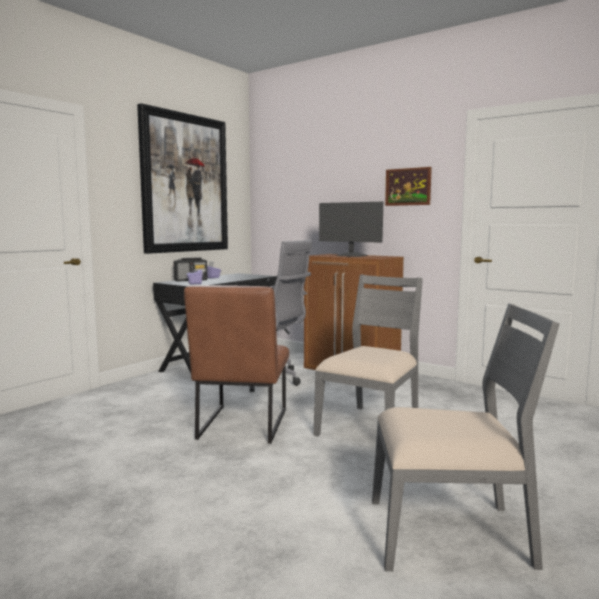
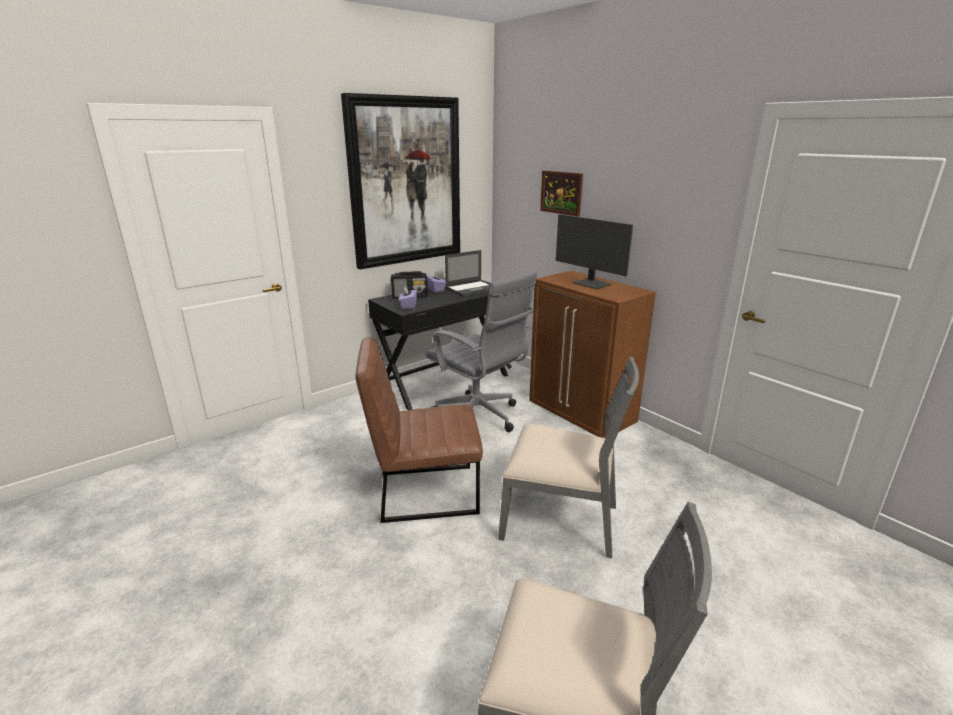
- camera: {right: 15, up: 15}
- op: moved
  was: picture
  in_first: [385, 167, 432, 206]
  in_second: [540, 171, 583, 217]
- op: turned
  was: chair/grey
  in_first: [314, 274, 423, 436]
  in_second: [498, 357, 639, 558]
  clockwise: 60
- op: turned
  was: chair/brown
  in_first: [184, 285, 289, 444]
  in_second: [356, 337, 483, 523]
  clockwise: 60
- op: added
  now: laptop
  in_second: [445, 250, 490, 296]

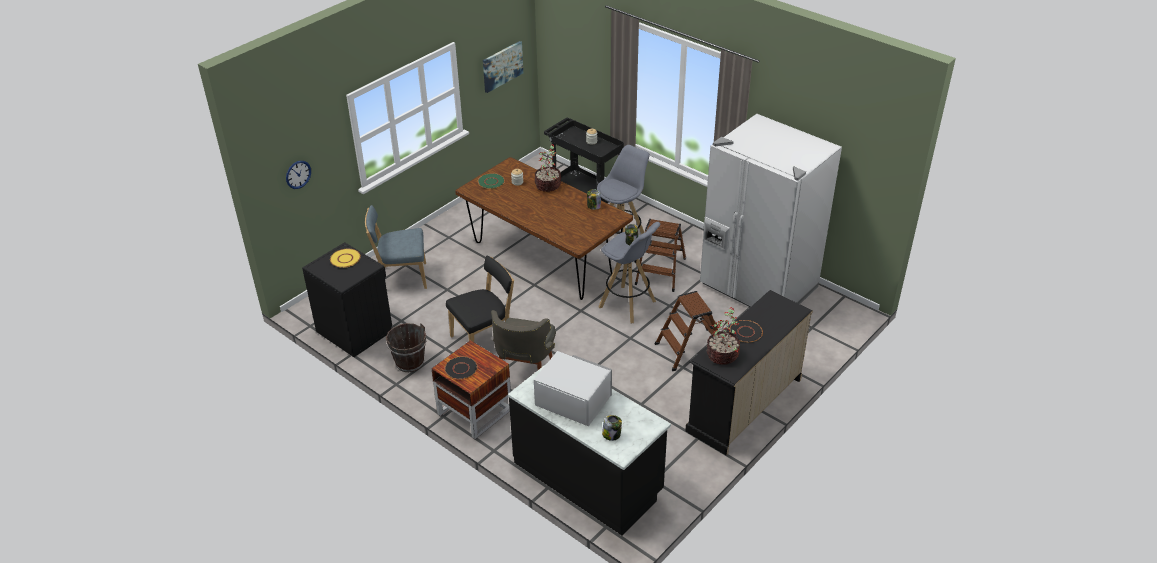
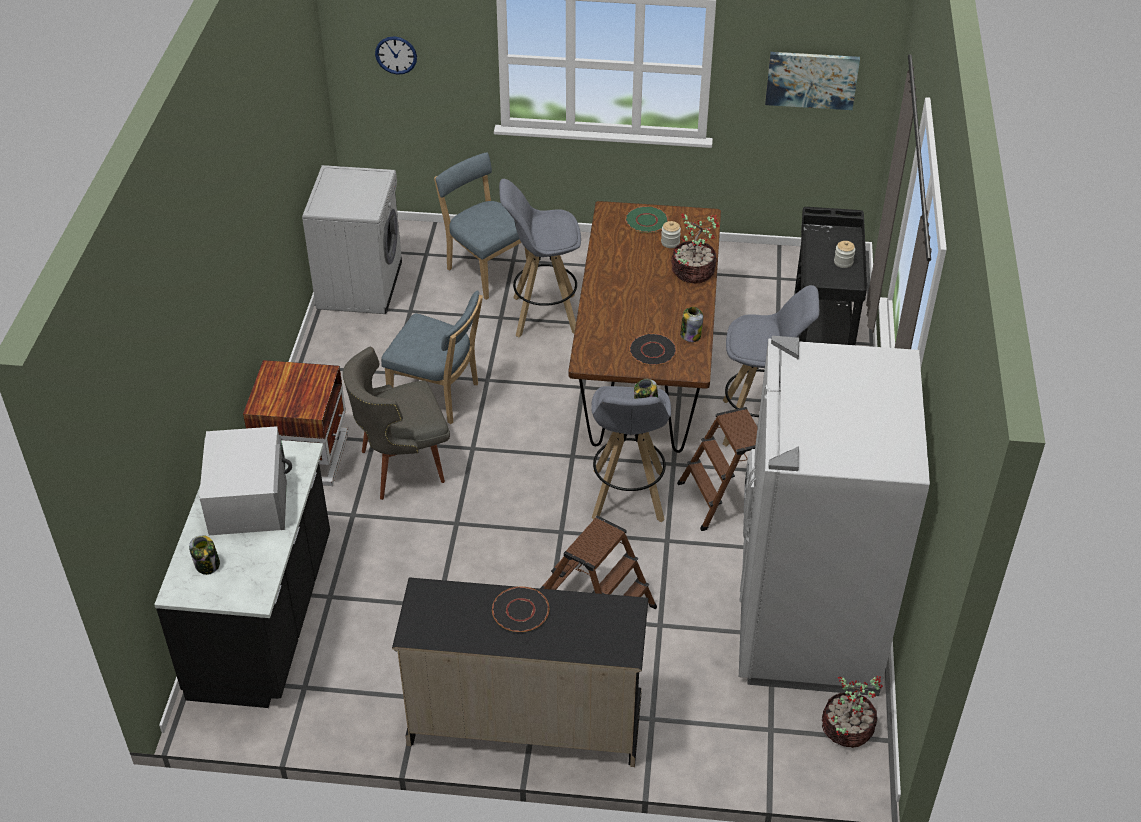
- camera: {right: 55, up: 5}
- op: recoloured
  was: washing machine/black
  now: washing machine/white
  in_first: [302, 242, 393, 357]
  in_second: [302, 165, 402, 314]
- op: removed
  was: plate/yellow
  in_first: [330, 249, 361, 268]
- op: recoloured
  was: chair/black
  now: chair/blue
  in_first: [446, 256, 514, 342]
  in_second: [381, 290, 483, 424]
- op: moved
  was: potted plant
  in_first: [707, 307, 740, 365]
  in_second: [822, 676, 883, 748]
- op: removed
  was: bucket/brown
  in_first: [386, 323, 426, 372]
- op: moved
  was: plate/black
  in_first: [444, 356, 478, 379]
  in_second: [629, 333, 677, 366]
- op: added
  now: stool/grey
  in_second: [499, 179, 581, 337]

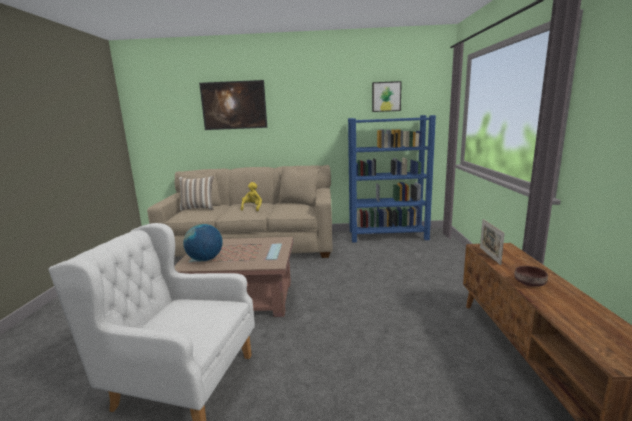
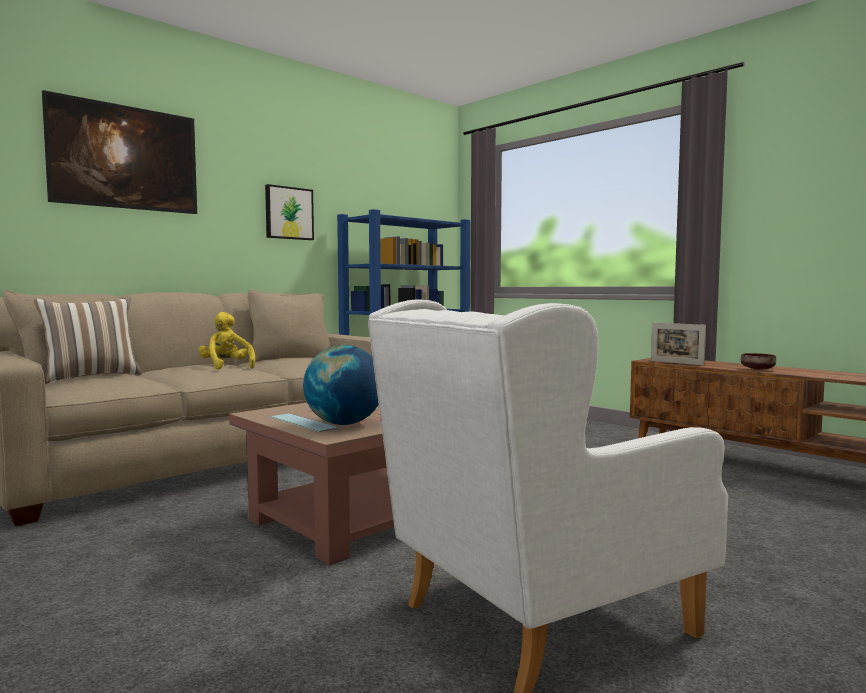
- camera: {right: -45, up: -10}
- op: moved
  was: picture
  in_first: [372, 81, 402, 112]
  in_second: [265, 184, 314, 240]

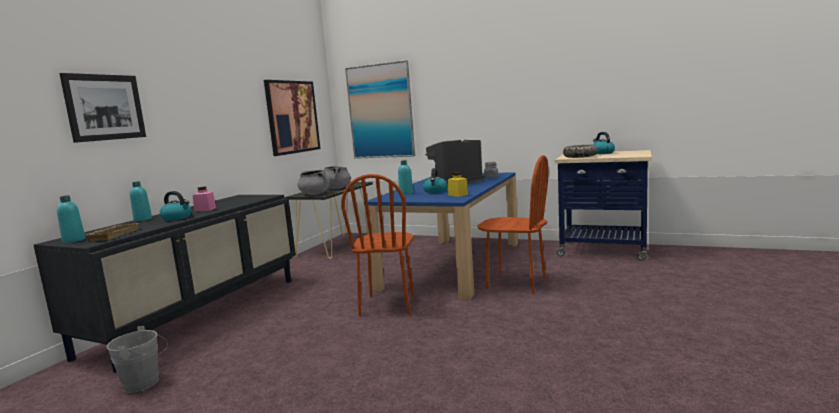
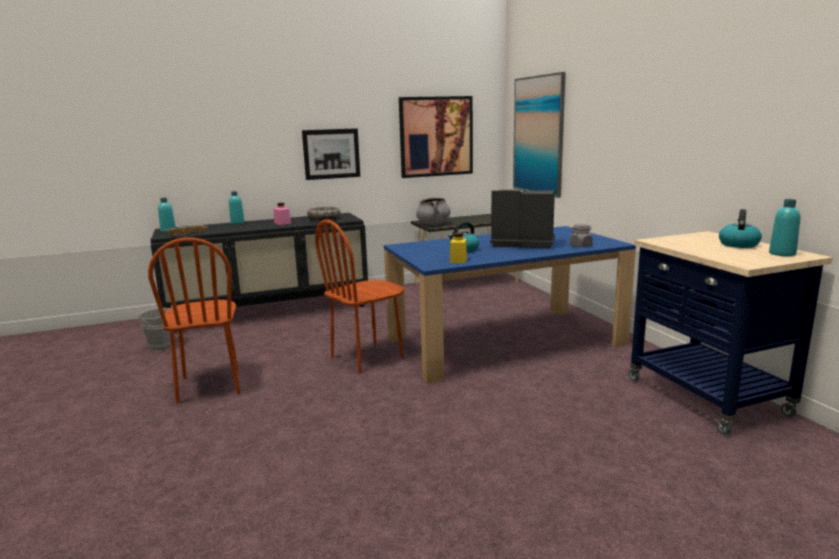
- camera: {right: 45, up: 5}
- op: moved
  was: picture
  in_first: [59, 73, 146, 143]
  in_second: [302, 128, 360, 180]
- op: moved
  was: bowl
  in_first: [563, 145, 598, 158]
  in_second: [307, 207, 340, 221]
- op: moved
  was: chair/brown
  in_first: [477, 155, 549, 294]
  in_second: [148, 237, 241, 404]
- op: moved
  was: bottle/turquoise
  in_first: [398, 160, 413, 195]
  in_second: [769, 199, 801, 256]
- op: removed
  was: cooking pot/grey
  in_first: [324, 165, 351, 189]
- op: removed
  was: kettle
  in_first: [160, 191, 192, 221]

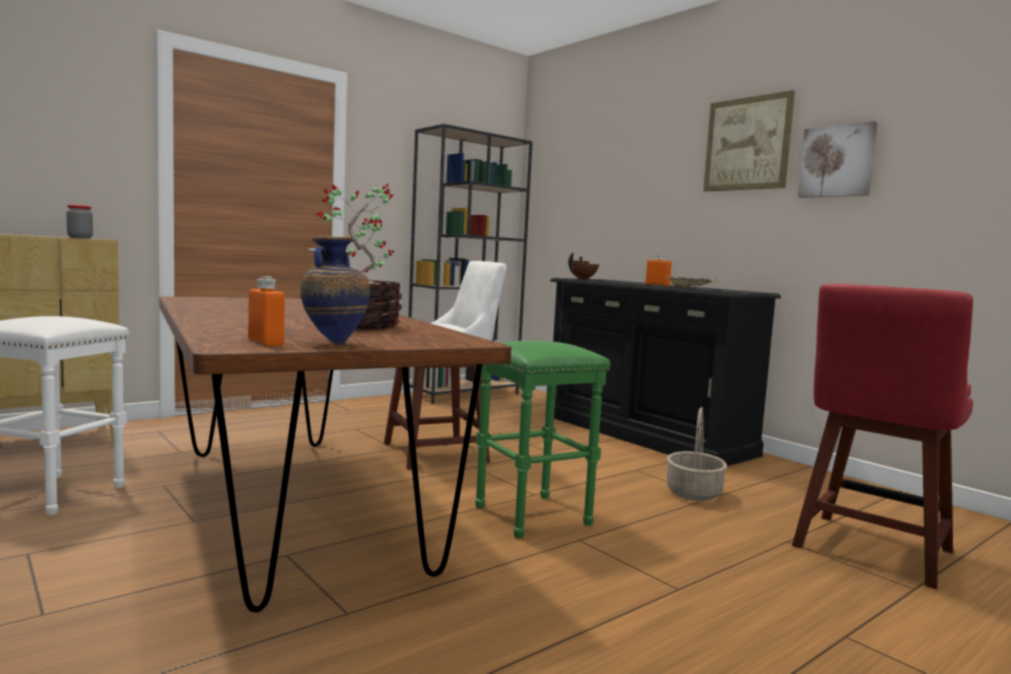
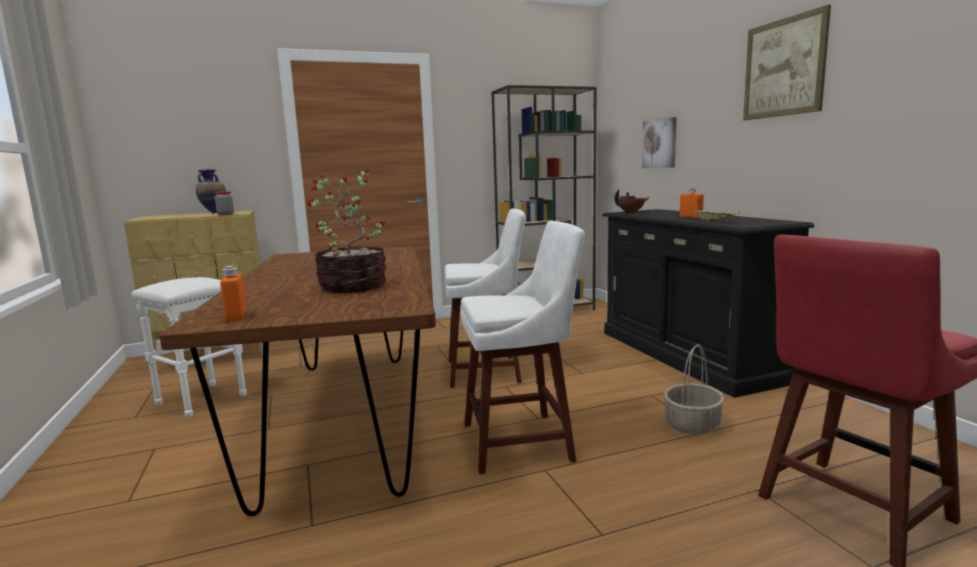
- camera: {right: 20, up: 5}
- op: moved
  was: picture
  in_first: [798, 121, 878, 198]
  in_second: [642, 117, 677, 168]
- op: moved
  was: vase
  in_first: [300, 236, 370, 345]
  in_second: [196, 169, 226, 213]
- op: replaced
  was: stool/green
  now: chair/white
  in_first: [475, 340, 610, 539]
  in_second: [461, 221, 585, 474]

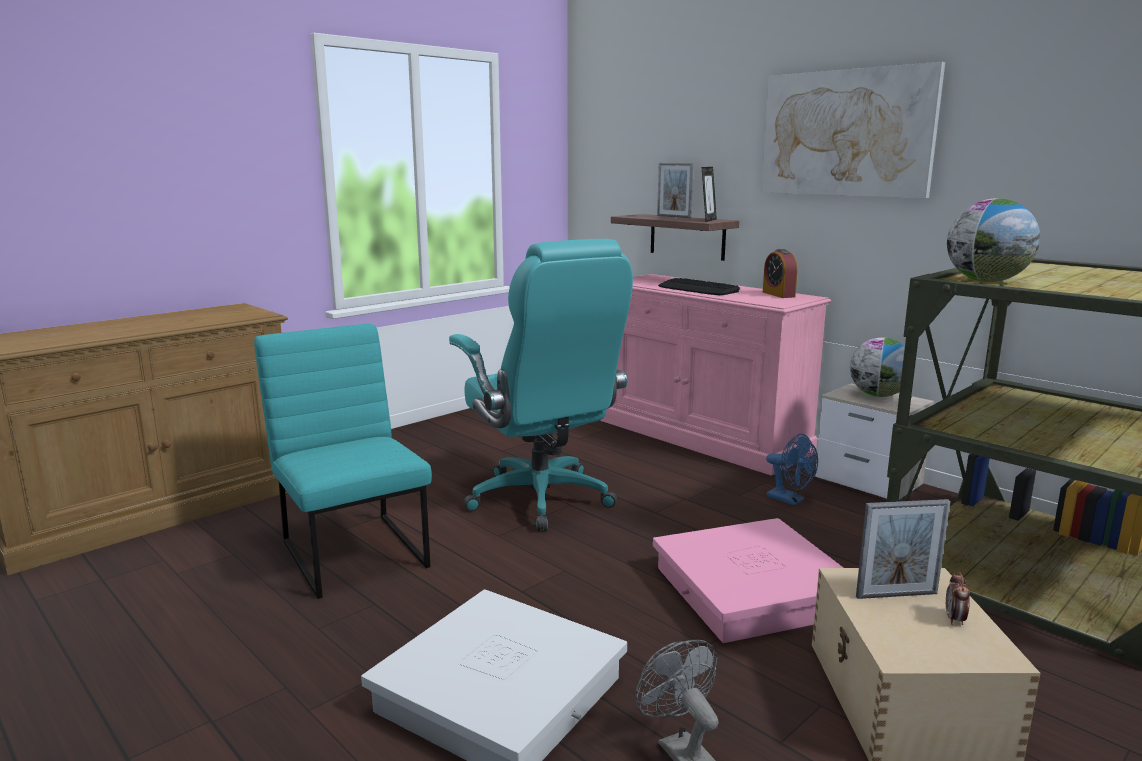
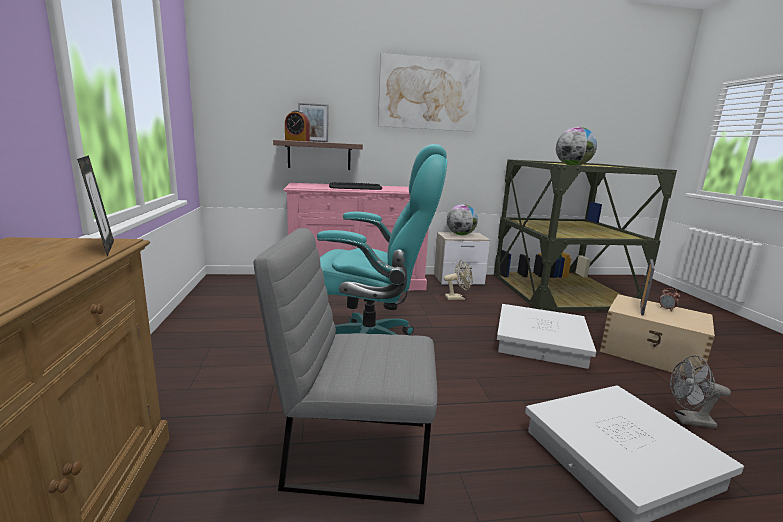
- camera: {right: -55, up: 0}
- op: moved
  was: picture frame
  in_first: [702, 167, 717, 222]
  in_second: [77, 155, 114, 256]
- op: moved
  was: alarm clock
  in_first: [763, 249, 797, 298]
  in_second: [285, 110, 310, 141]
- op: recoloured
  was: chair/turquoise
  now: chair/grey
  in_first: [254, 323, 432, 599]
  in_second: [254, 228, 437, 504]
- op: recoloured
  was: fan/blue
  now: fan/beige
  in_first: [766, 434, 818, 506]
  in_second: [444, 260, 473, 300]
- op: recoloured
  was: storage box/pink
  now: storage box/white
  in_first: [653, 518, 843, 643]
  in_second: [497, 304, 596, 369]

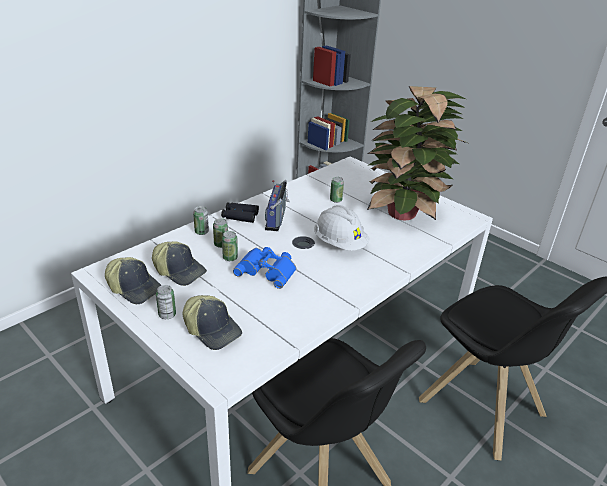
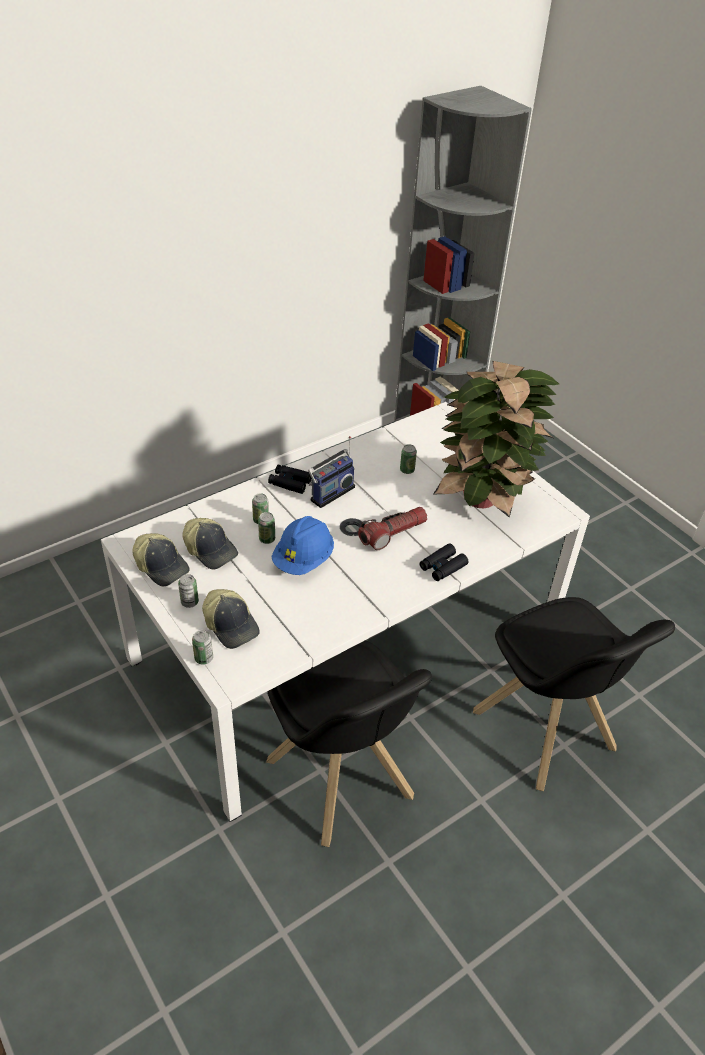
- camera: {right: 10, up: 10}
- op: turned
  was: radio
  in_first: [265, 180, 290, 231]
  in_second: [308, 436, 355, 508]
  clockwise: -150
- op: replaced
  was: hard hat/white
  now: flashlight
  in_first: [314, 205, 370, 251]
  in_second: [358, 507, 427, 550]
- op: moved
  was: can
  in_first: [193, 206, 209, 235]
  in_second: [192, 630, 213, 665]
- op: replaced
  was: binoculars/blue
  now: hard hat/blue
  in_first: [233, 247, 296, 289]
  in_second: [272, 516, 334, 575]
- op: added
  now: binoculars/black
  in_second: [420, 543, 469, 581]

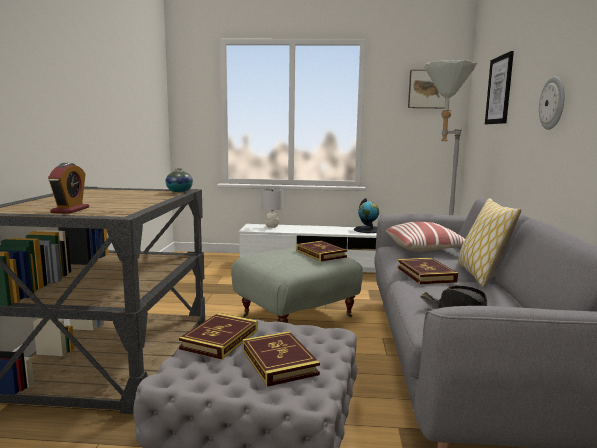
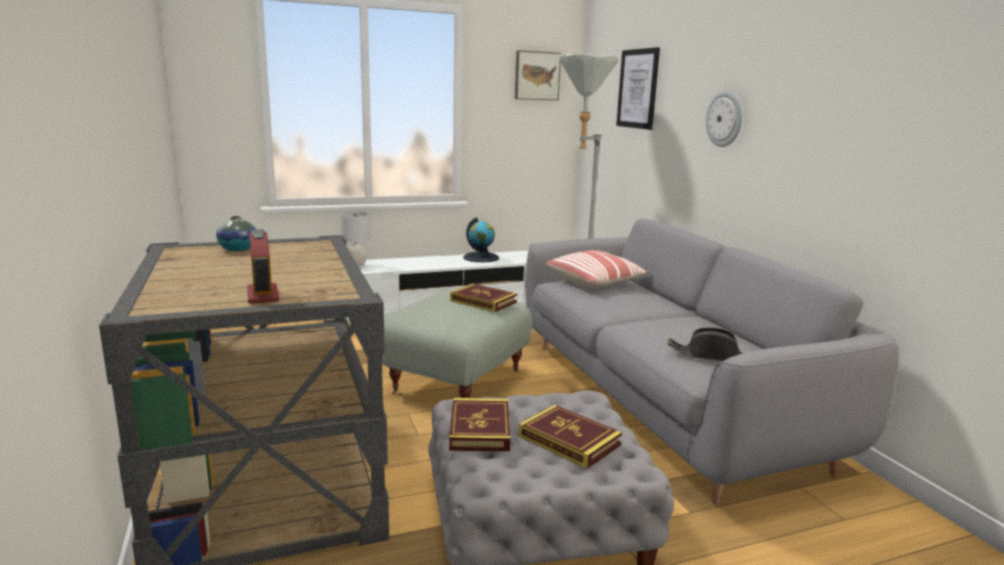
- camera: {right: -25, up: 5}
- op: moved
  was: vase
  in_first: [166, 169, 193, 192]
  in_second: [216, 216, 257, 251]
- op: removed
  was: pillow
  in_first: [458, 198, 521, 287]
- op: removed
  was: book
  in_first: [397, 258, 458, 284]

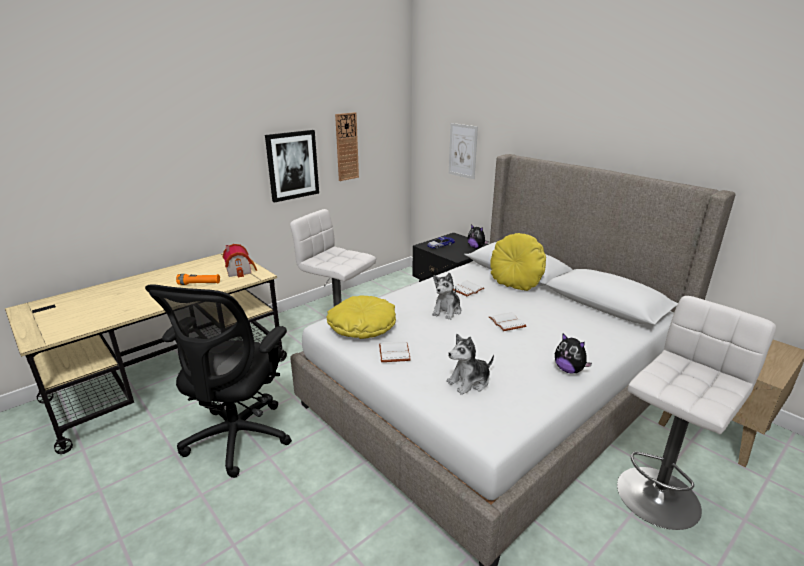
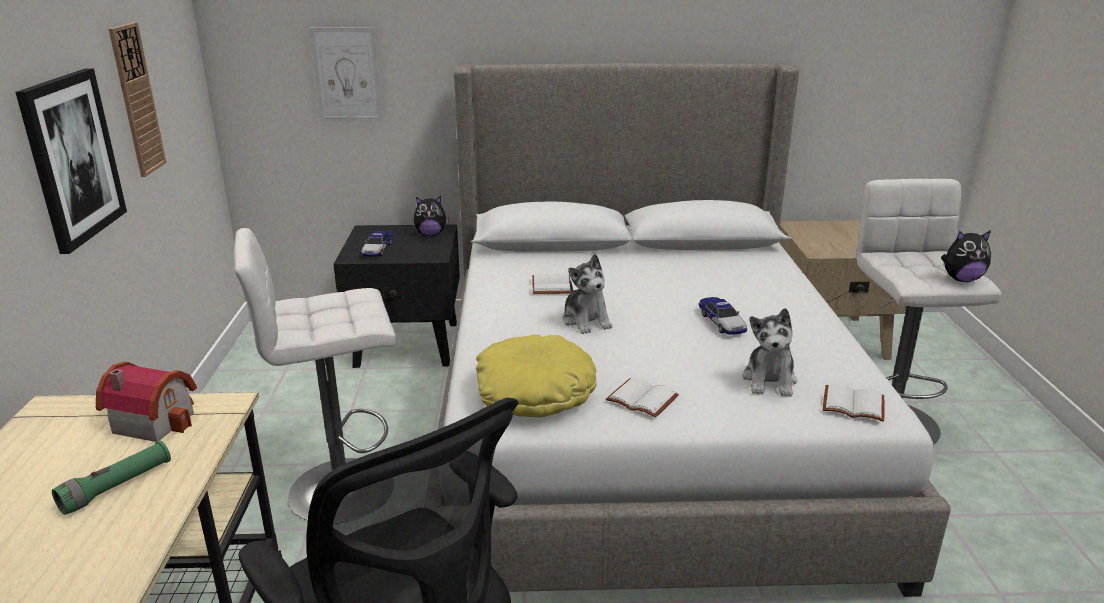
- camera: {right: -50, up: 0}
- op: removed
  was: pillow/yellow
  in_first: [490, 233, 546, 291]
- op: recoloured
  was: flashlight/orange
  now: flashlight/green
  in_first: [176, 274, 220, 285]
  in_second: [52, 441, 171, 515]
- op: moved
  was: book/white
  in_first: [489, 312, 526, 331]
  in_second: [823, 383, 885, 422]
- op: moved
  was: plush toy
  in_first: [555, 333, 592, 373]
  in_second: [941, 230, 991, 282]
- op: added
  now: toy car
  in_second: [698, 297, 747, 335]

